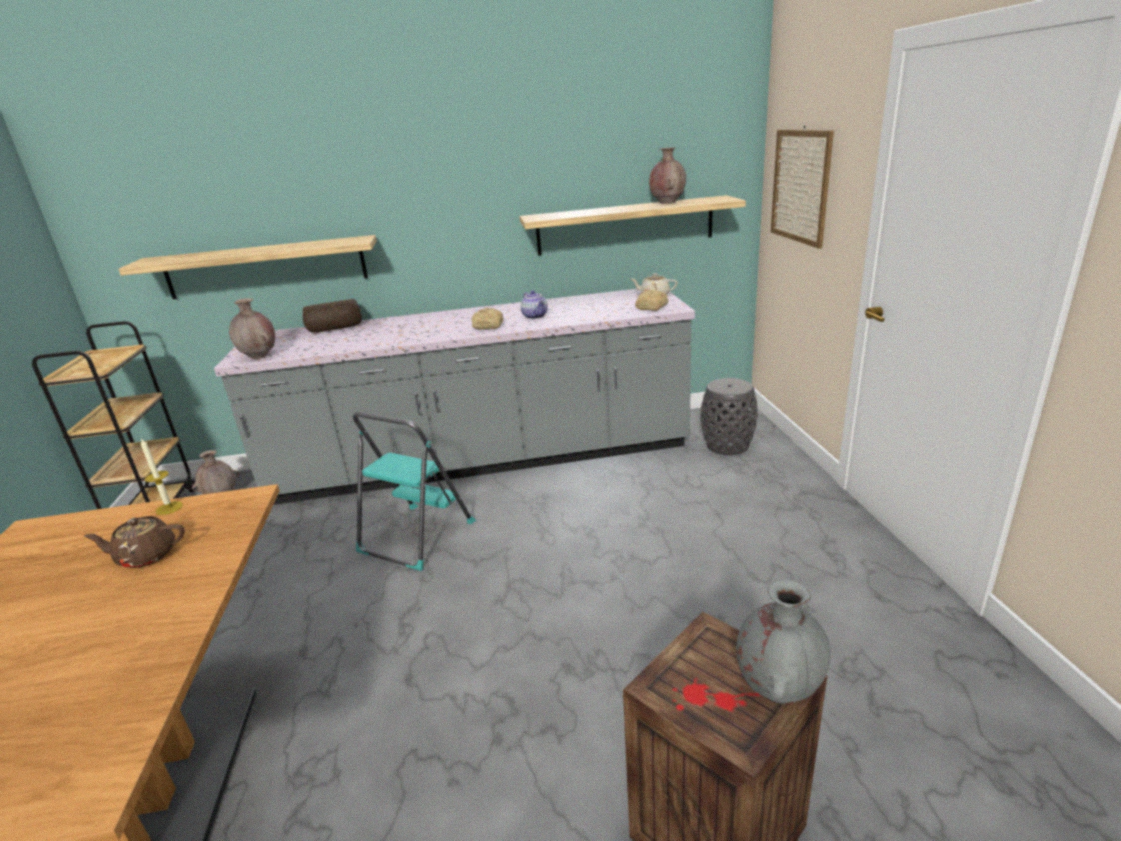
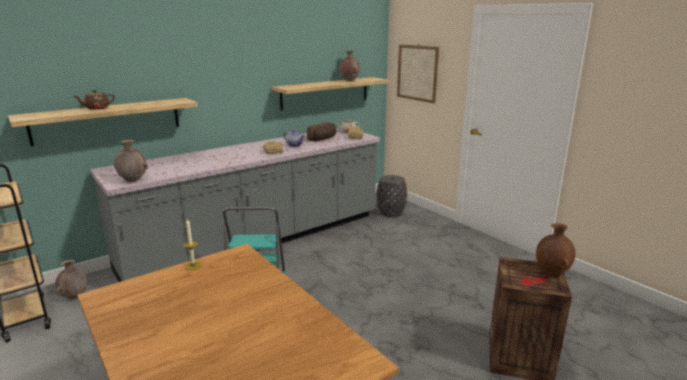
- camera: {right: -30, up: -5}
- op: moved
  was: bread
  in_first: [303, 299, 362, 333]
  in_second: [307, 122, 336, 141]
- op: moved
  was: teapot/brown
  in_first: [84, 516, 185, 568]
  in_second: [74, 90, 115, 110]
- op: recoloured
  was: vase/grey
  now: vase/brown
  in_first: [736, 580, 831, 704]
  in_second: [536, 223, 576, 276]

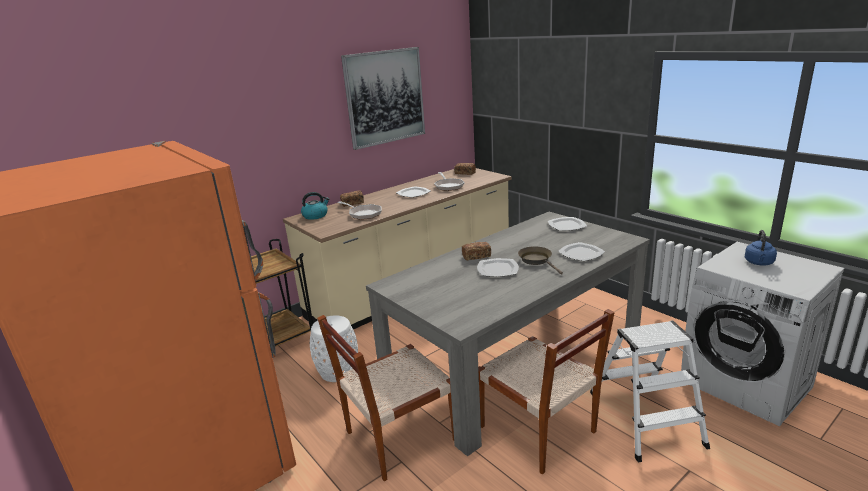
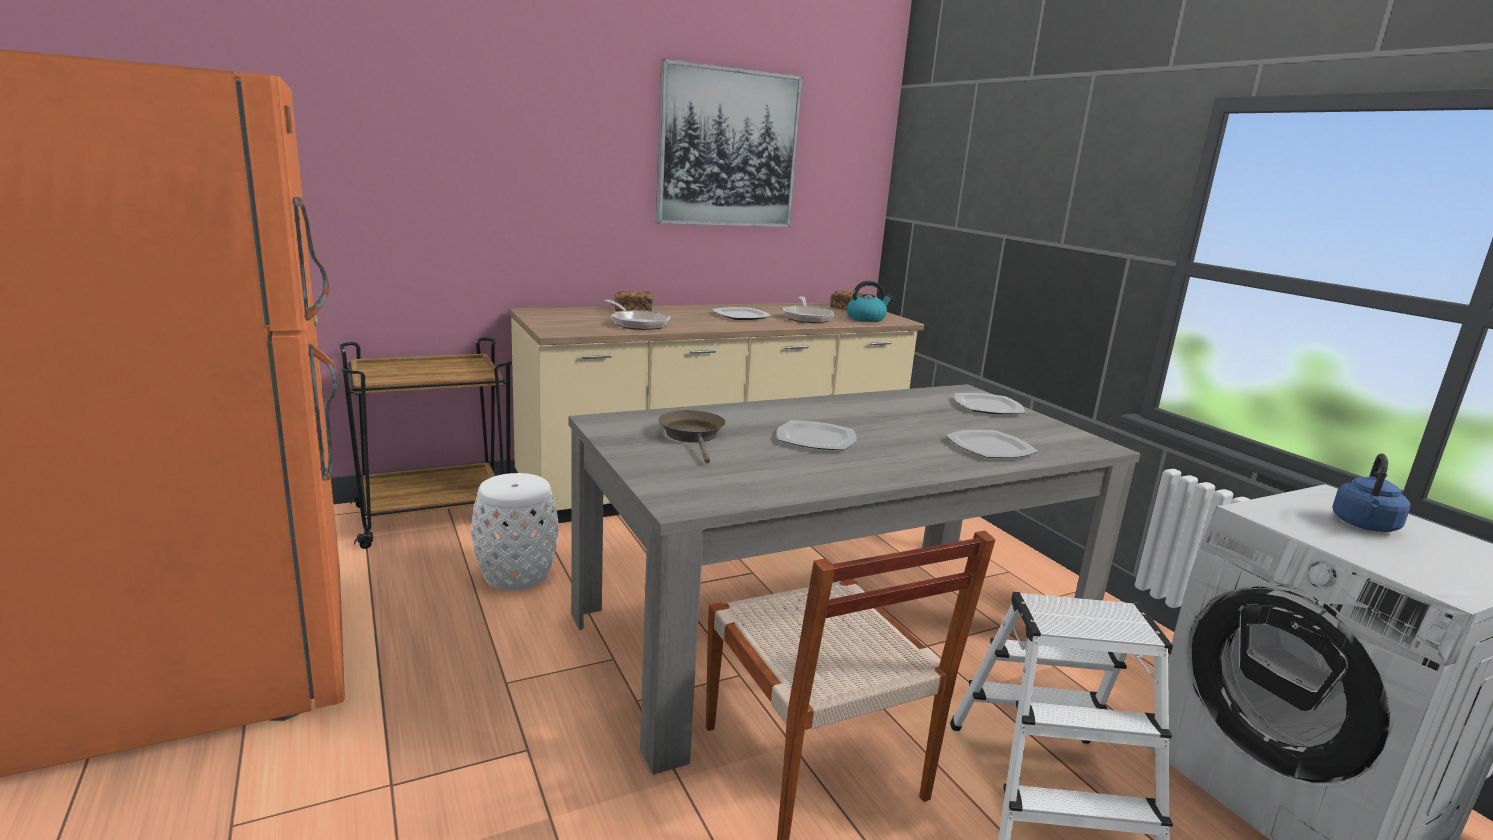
- camera: {right: 10, up: -5}
- op: moved
  was: kettle
  in_first: [301, 192, 329, 220]
  in_second: [847, 281, 893, 322]
- op: removed
  was: bread
  in_first: [462, 242, 491, 260]
- op: moved
  was: frying pan/brown
  in_first: [518, 246, 563, 275]
  in_second: [659, 410, 726, 463]
- op: removed
  was: chair
  in_first: [317, 315, 454, 481]

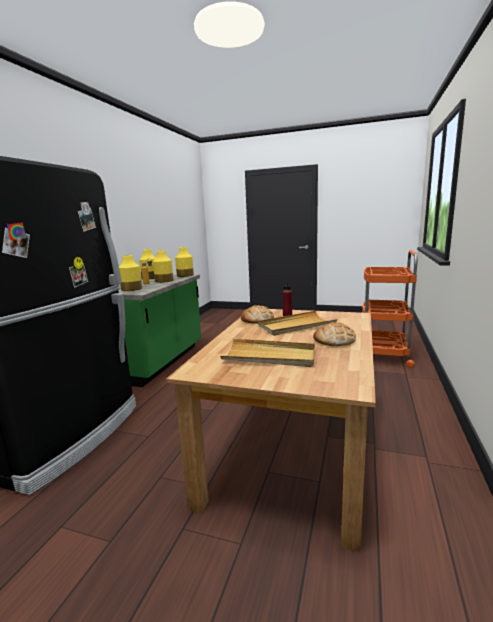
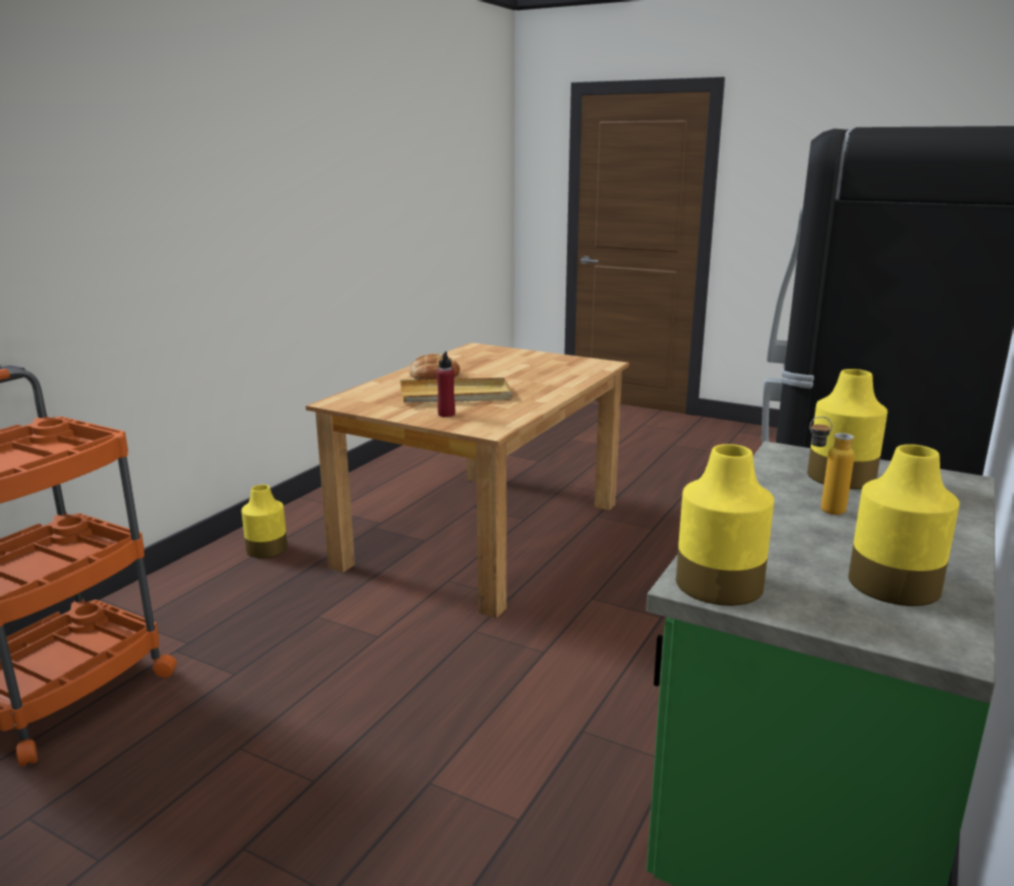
- camera: {right: -170, up: 5}
- op: moved
  was: vase/yellow
  in_first: [153, 250, 173, 283]
  in_second: [241, 485, 288, 558]
- op: removed
  was: bread
  in_first: [241, 305, 274, 324]
- op: removed
  was: tray/beige
  in_first: [220, 339, 315, 367]

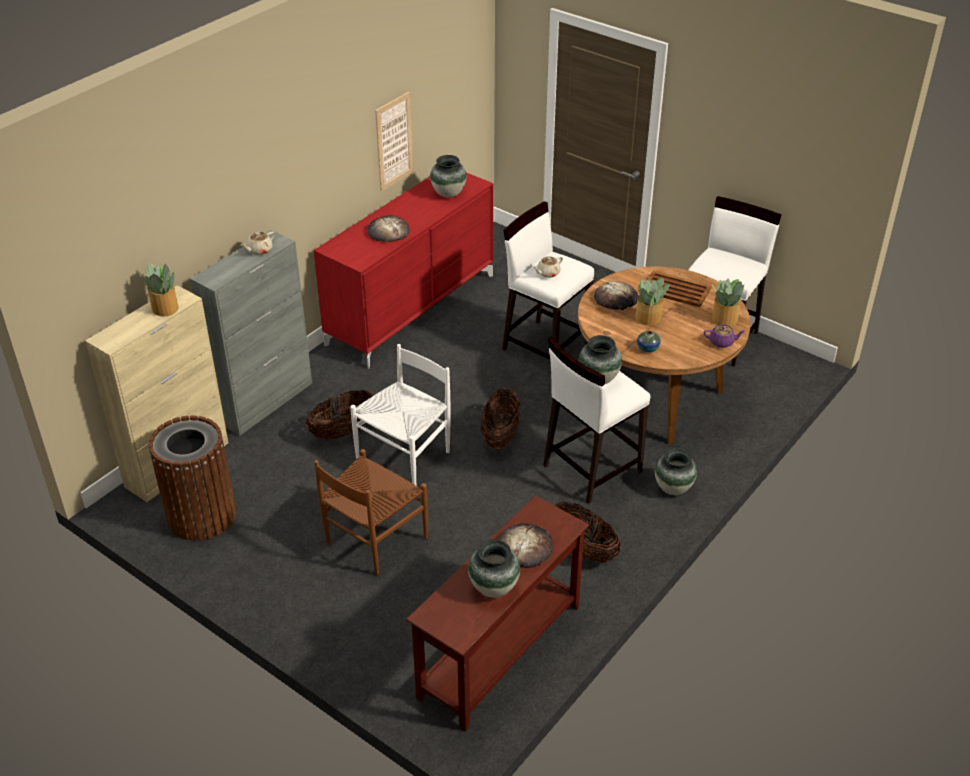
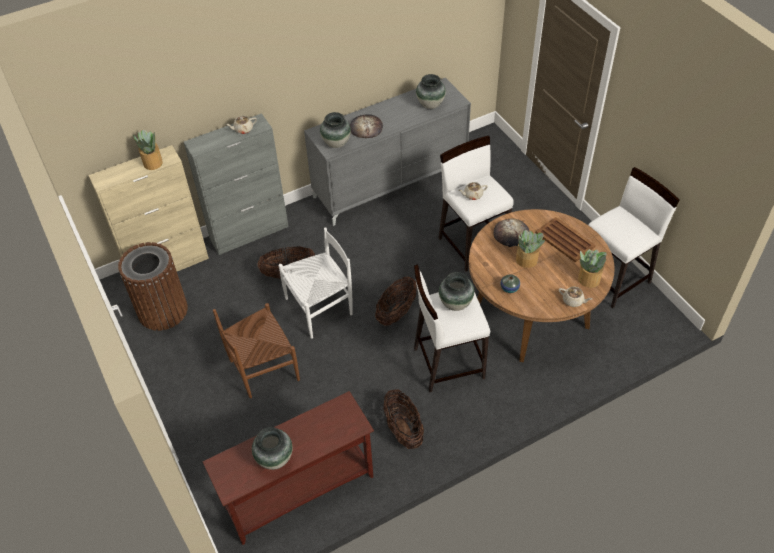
- camera: {right: 25, up: 10}
- op: removed
  was: picture
  in_first: [375, 92, 413, 191]
- op: recoloured
  was: dresser/red
  now: dresser/grey
  in_first: [314, 173, 494, 369]
  in_second: [304, 78, 471, 226]
- op: recoloured
  was: teapot/purple
  now: teapot/beige
  in_first: [704, 324, 745, 348]
  in_second: [559, 287, 592, 307]
- op: moved
  was: vase
  in_first: [655, 448, 697, 495]
  in_second: [320, 112, 351, 148]
- op: removed
  was: bread
  in_first: [498, 523, 553, 568]

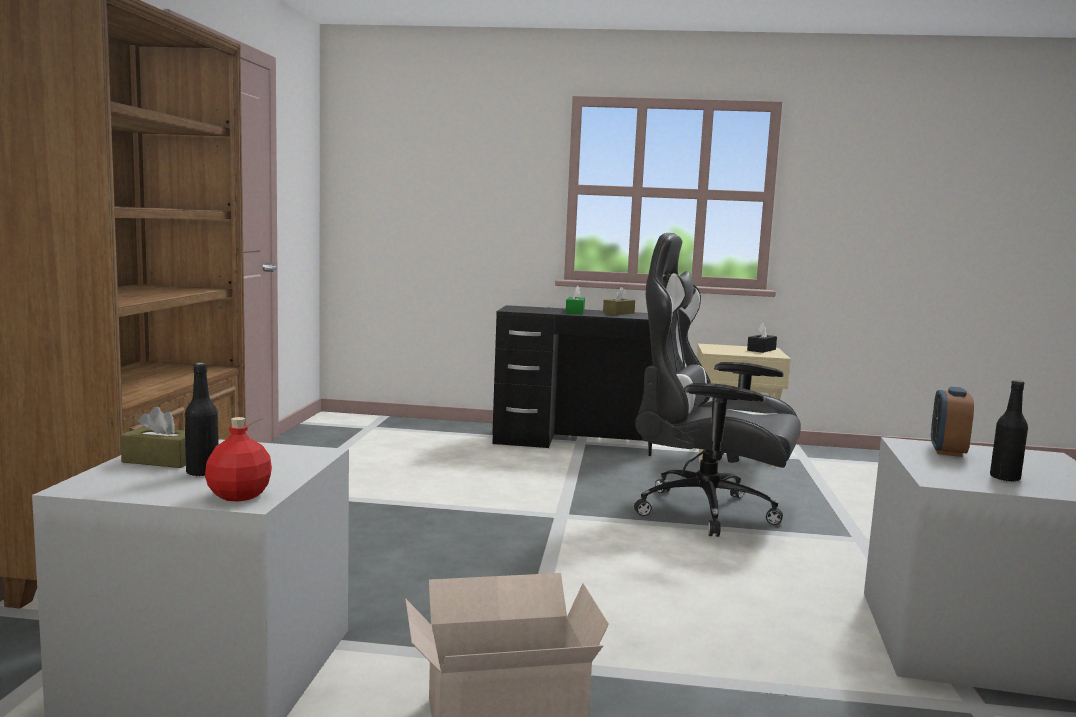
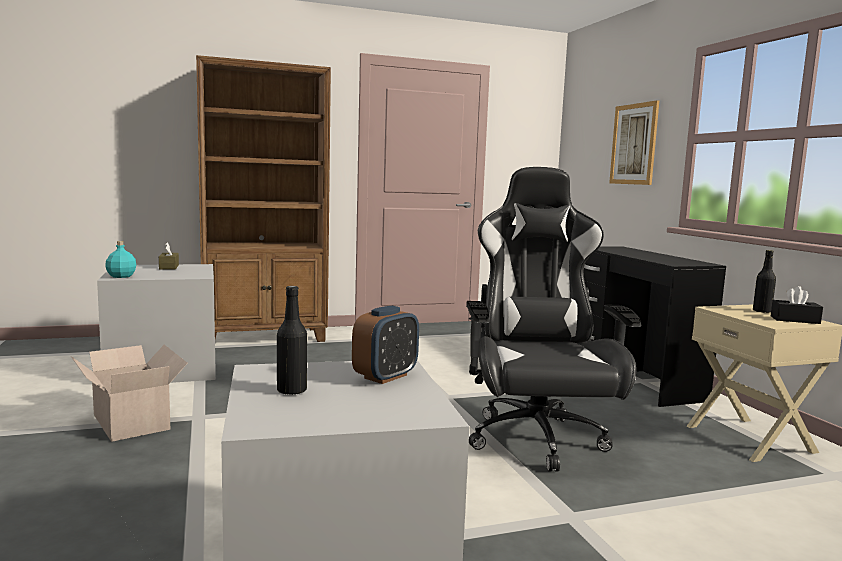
- camera: {right: 65, up: 0}
- op: removed
  was: tissue box/green
  in_first: [566, 286, 585, 314]
- op: removed
  was: tissue box/brown
  in_first: [603, 287, 635, 315]
- op: moved
  was: bottle/black
  in_first: [185, 363, 219, 476]
  in_second: [753, 250, 776, 313]
- op: turned
  was: alarm clock
  in_first: [931, 387, 974, 457]
  in_second: [352, 306, 419, 384]
  clockwise: 135
- op: recoloured
  was: bottle/red
  now: bottle/turquoise
  in_first: [205, 417, 272, 502]
  in_second: [105, 241, 136, 278]
- op: added
  now: picture
  in_second: [609, 100, 659, 185]

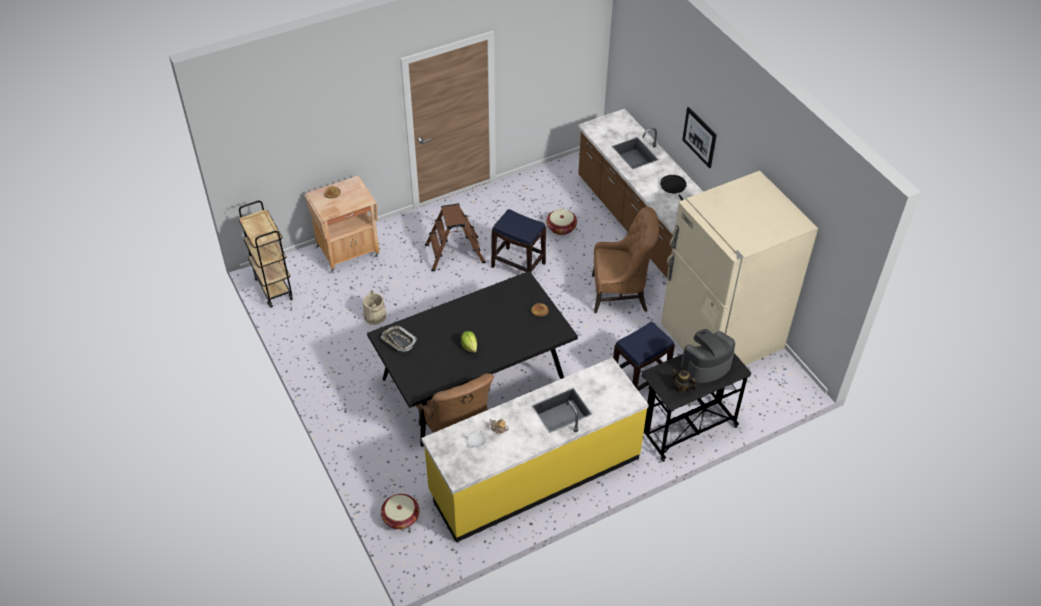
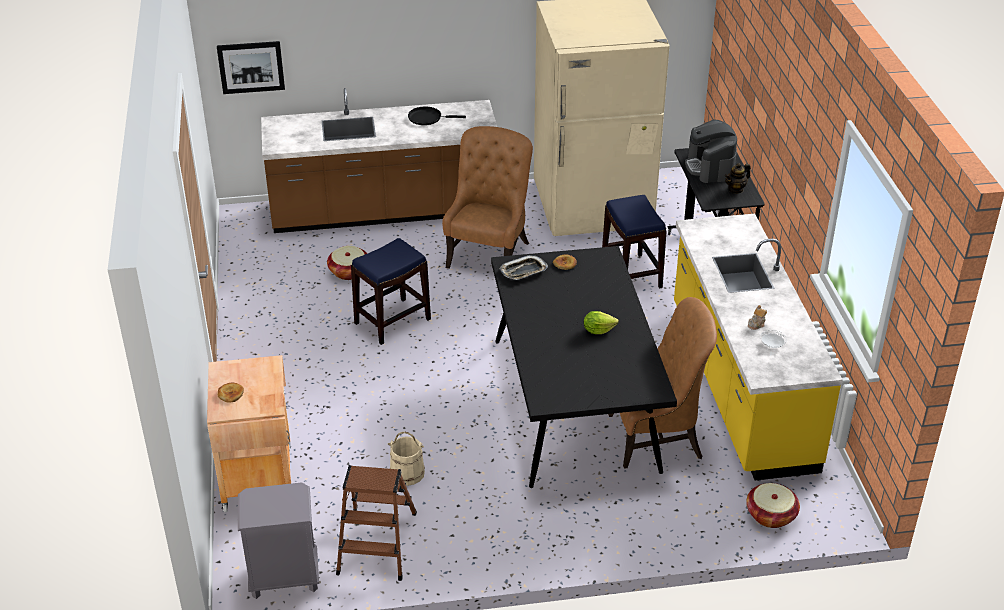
- camera: {right: -70, up: -10}
- op: moved
  was: picture
  in_first: [682, 107, 717, 168]
  in_second: [217, 41, 285, 94]
- op: replaced
  was: cart/brown
  now: nightstand/grey
  in_first: [239, 201, 293, 308]
  in_second: [238, 483, 319, 599]
- op: moved
  was: step ladder/brown
  in_first: [425, 203, 486, 272]
  in_second: [336, 465, 417, 581]
- op: moved
  was: tray
  in_first: [381, 325, 417, 352]
  in_second: [500, 255, 548, 280]

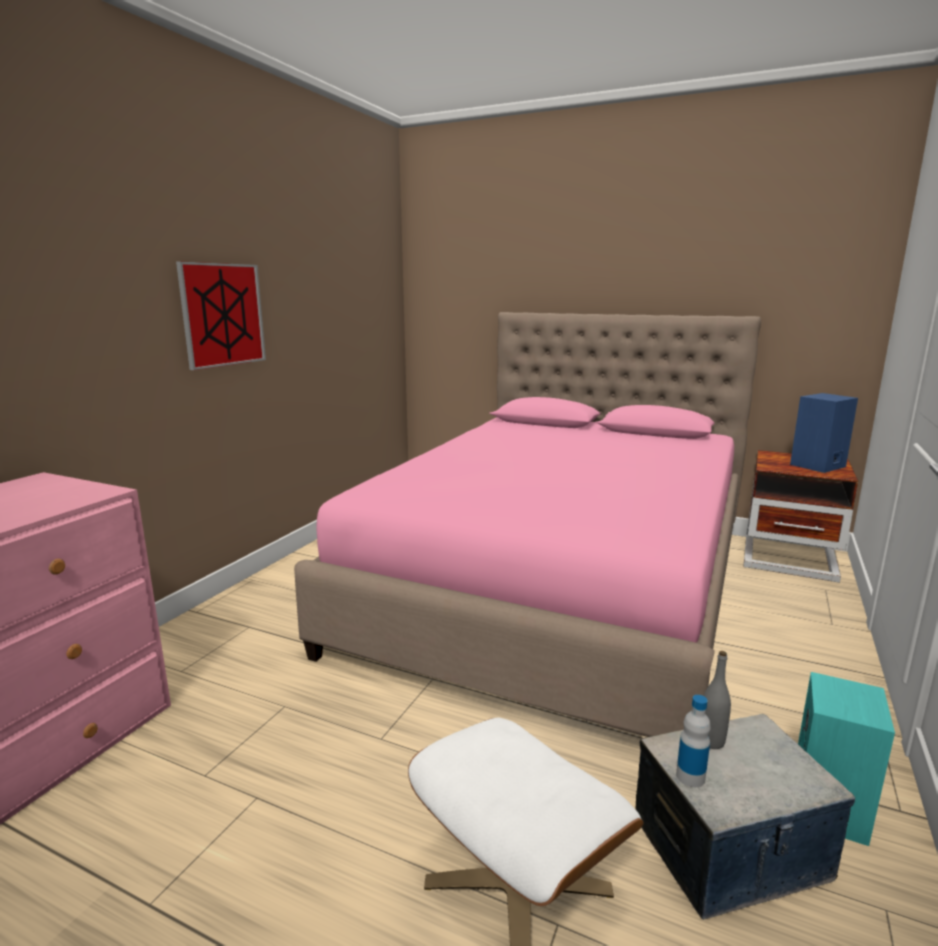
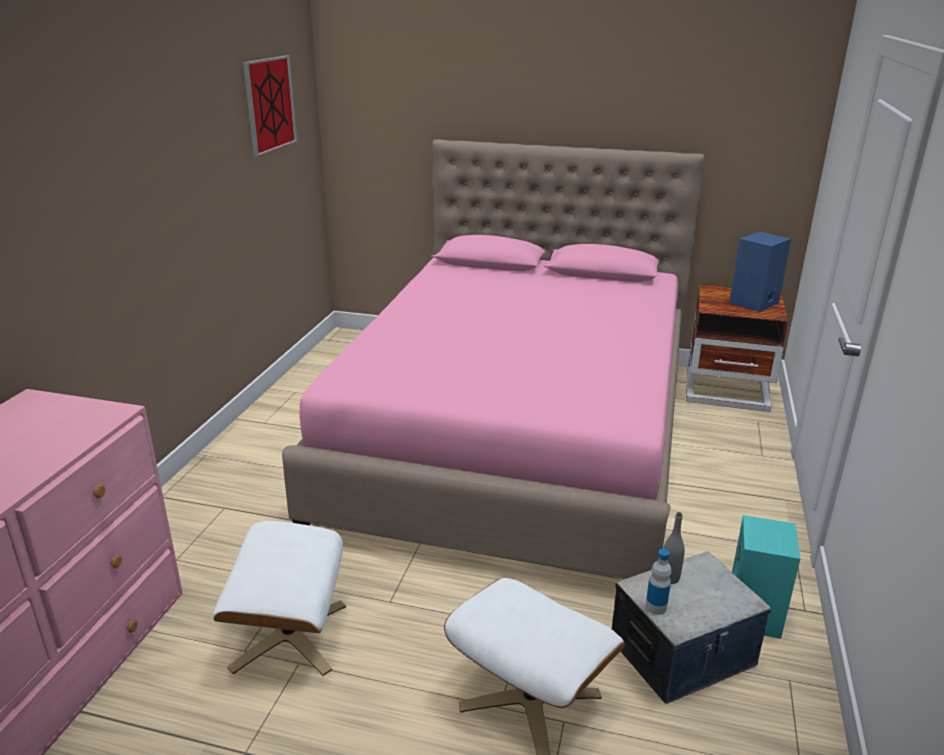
- camera: {right: -10, up: 10}
- op: moved
  was: picture
  in_first: [176, 261, 266, 370]
  in_second: [243, 56, 297, 157]
- op: added
  now: ottoman/white
  in_second: [213, 521, 346, 676]

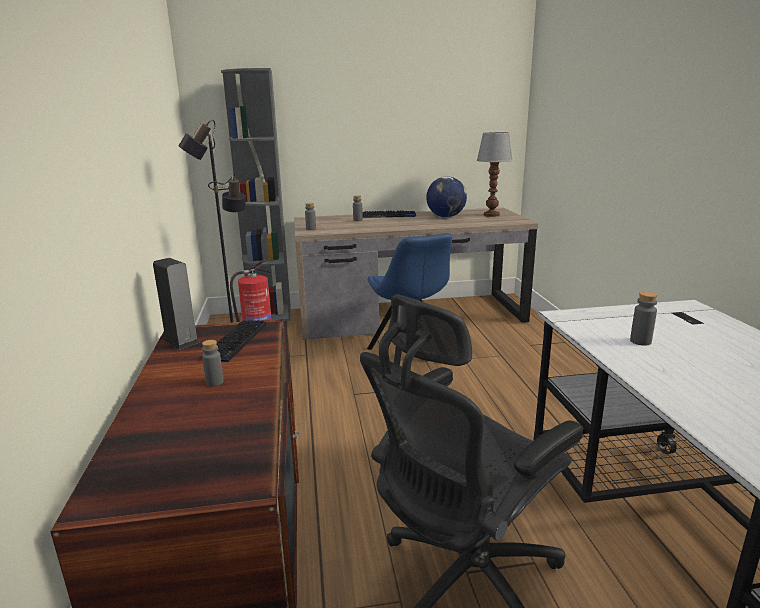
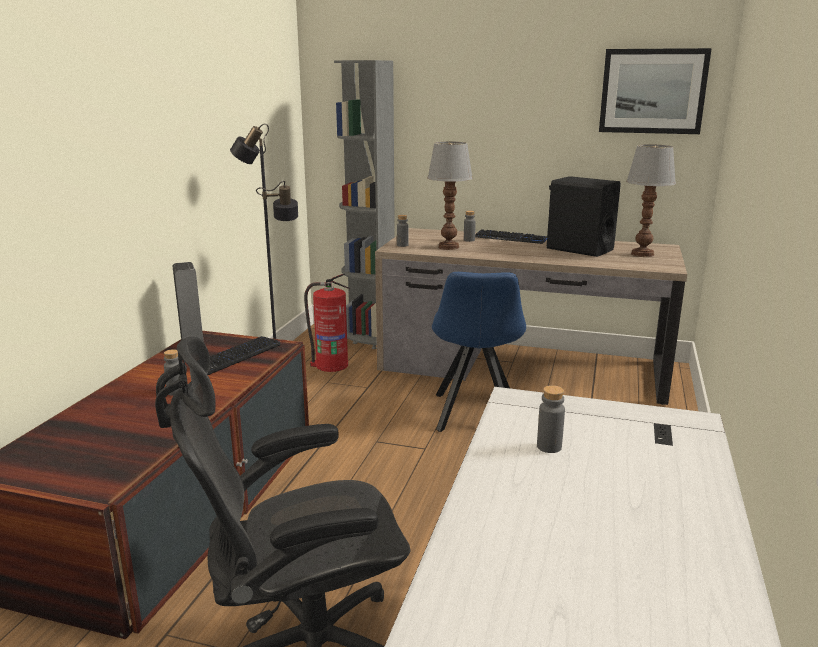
- camera: {right: 25, up: 0}
- op: replaced
  was: globe
  now: speaker/black
  in_first: [426, 176, 467, 218]
  in_second: [547, 176, 621, 257]
- op: added
  now: picture
  in_second: [599, 48, 712, 134]
- op: added
  now: table lamp
  in_second: [427, 142, 473, 250]

